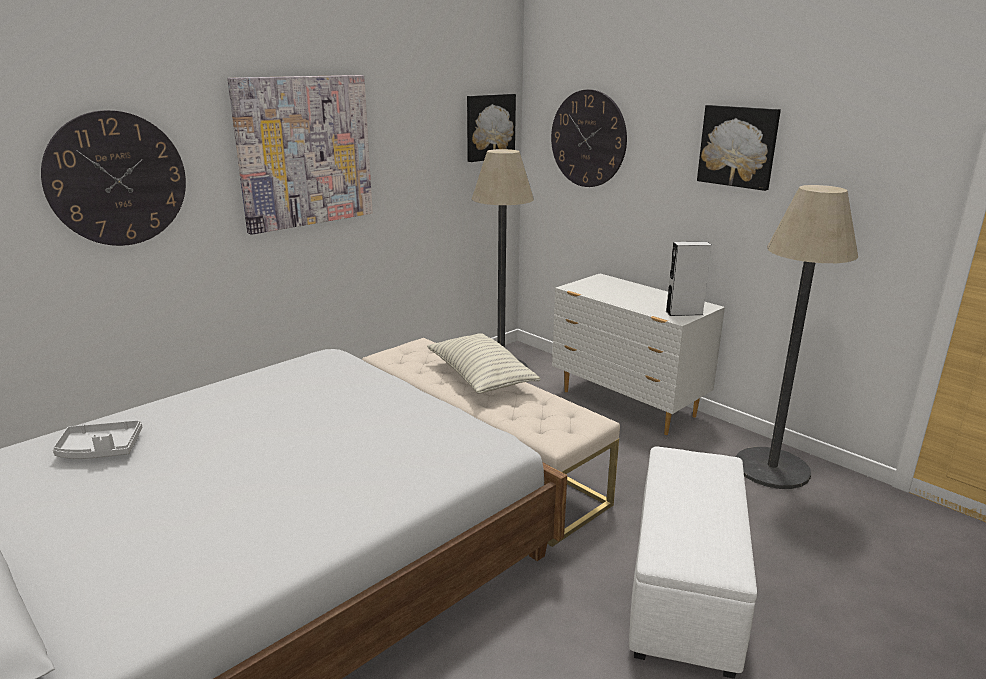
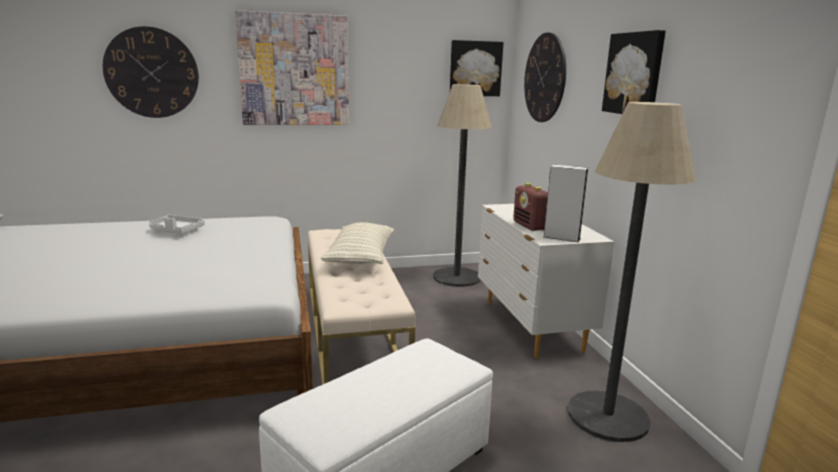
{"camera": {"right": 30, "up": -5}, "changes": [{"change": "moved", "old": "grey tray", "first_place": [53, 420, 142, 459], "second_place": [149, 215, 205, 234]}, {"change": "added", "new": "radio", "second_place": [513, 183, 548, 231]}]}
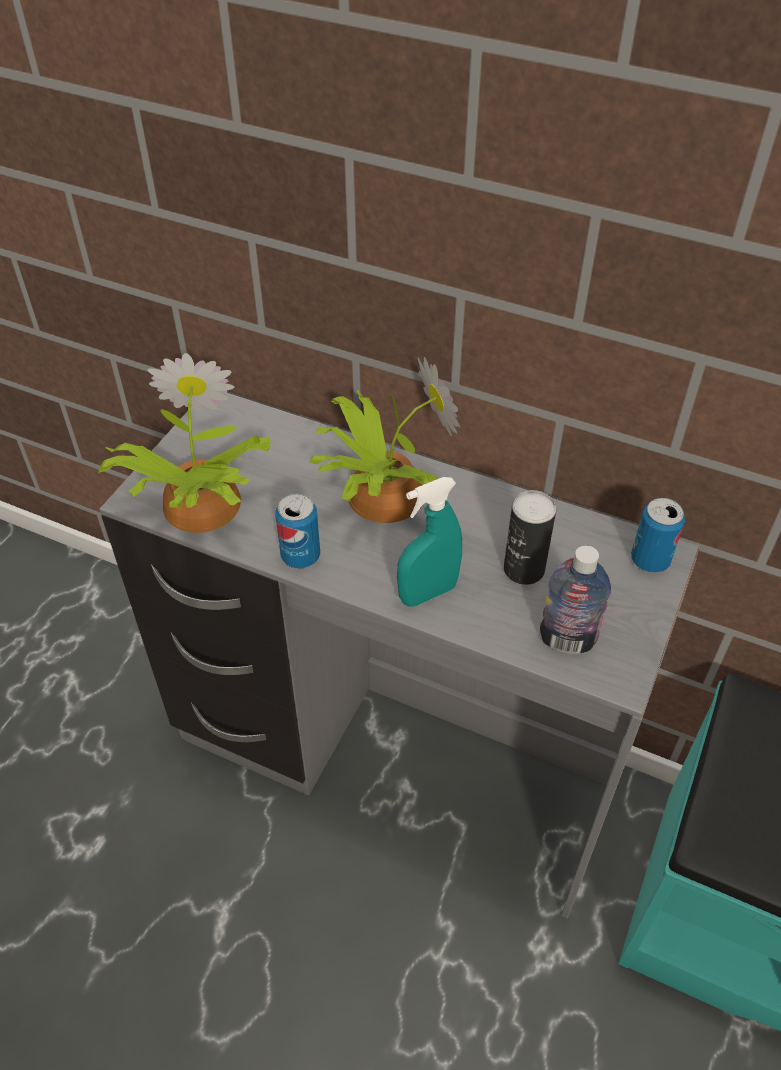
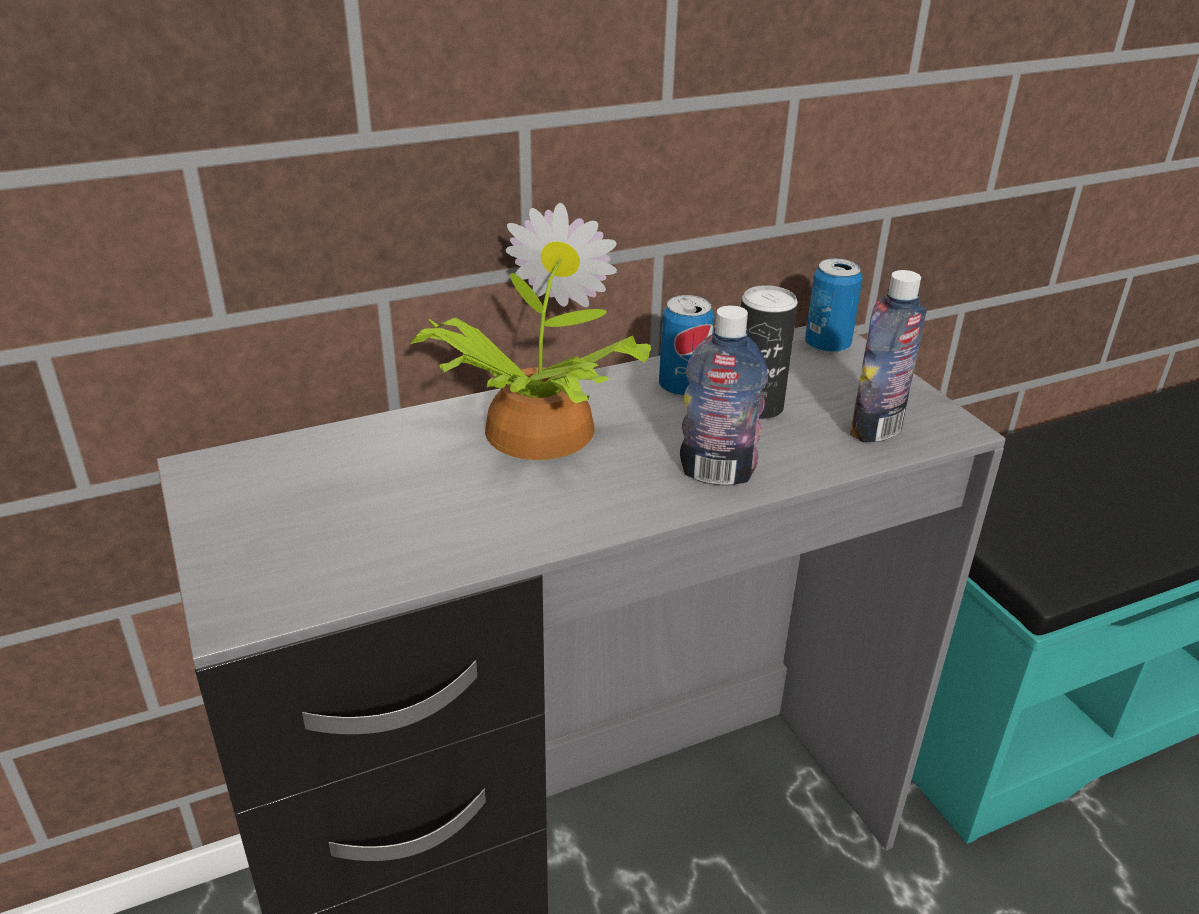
{"camera": {"right": -50, "up": -15}, "changes": [{"change": "removed", "old": "potted plant", "first_place": [98, 353, 271, 533]}, {"change": "replaced", "old": "turquoise spray bottle", "new": "bottle", "first_place": [397, 477, 462, 607], "second_place": [680, 305, 768, 485]}, {"change": "moved", "old": "can", "first_place": [275, 494, 320, 569], "second_place": [659, 295, 715, 398]}]}
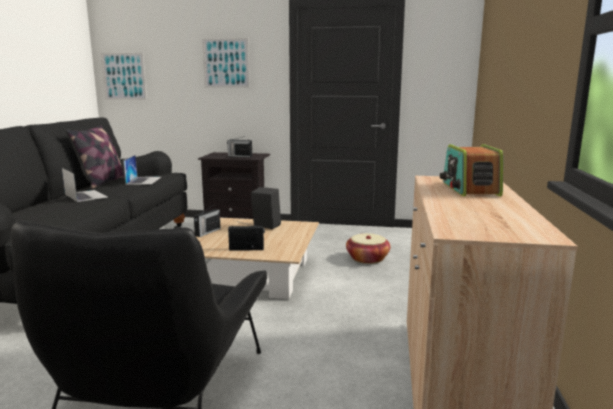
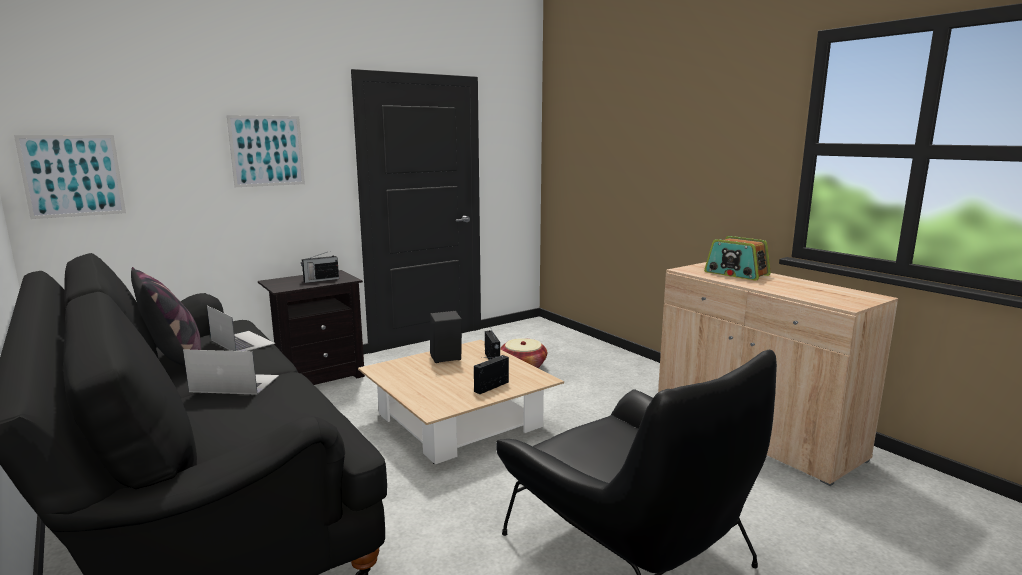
{"camera": {"right": -45, "up": 0}, "changes": [{"change": "moved", "old": "radio", "first_place": [194, 206, 221, 237], "second_place": [485, 327, 500, 360]}]}
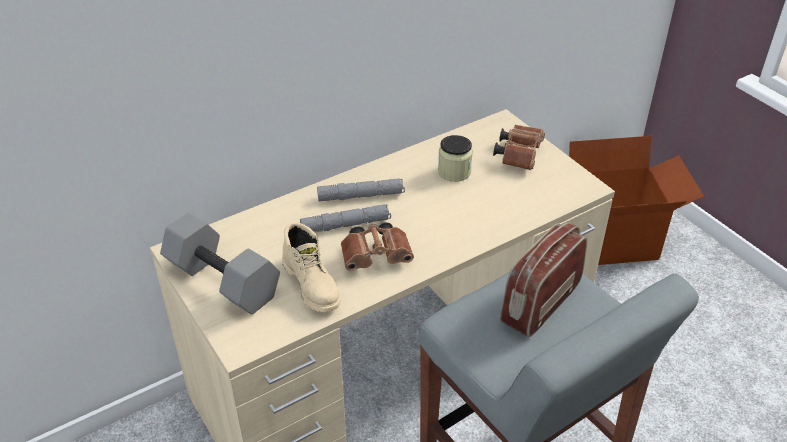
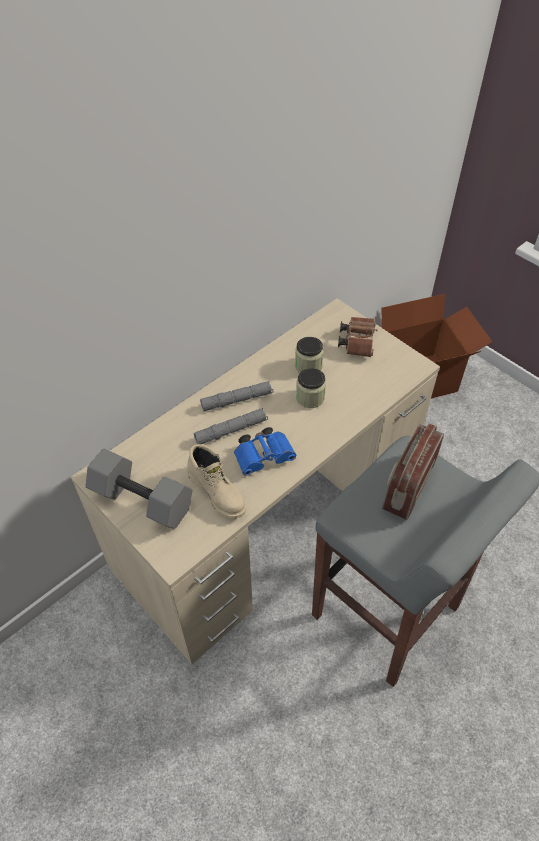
{"camera": {"right": -10, "up": 10}, "changes": [{"change": "recoloured", "old": "brown binoculars", "new": "blue binoculars", "first_place": [341, 223, 414, 271], "second_place": [234, 427, 296, 476]}, {"change": "added", "new": "jar", "second_place": [296, 368, 326, 408]}]}
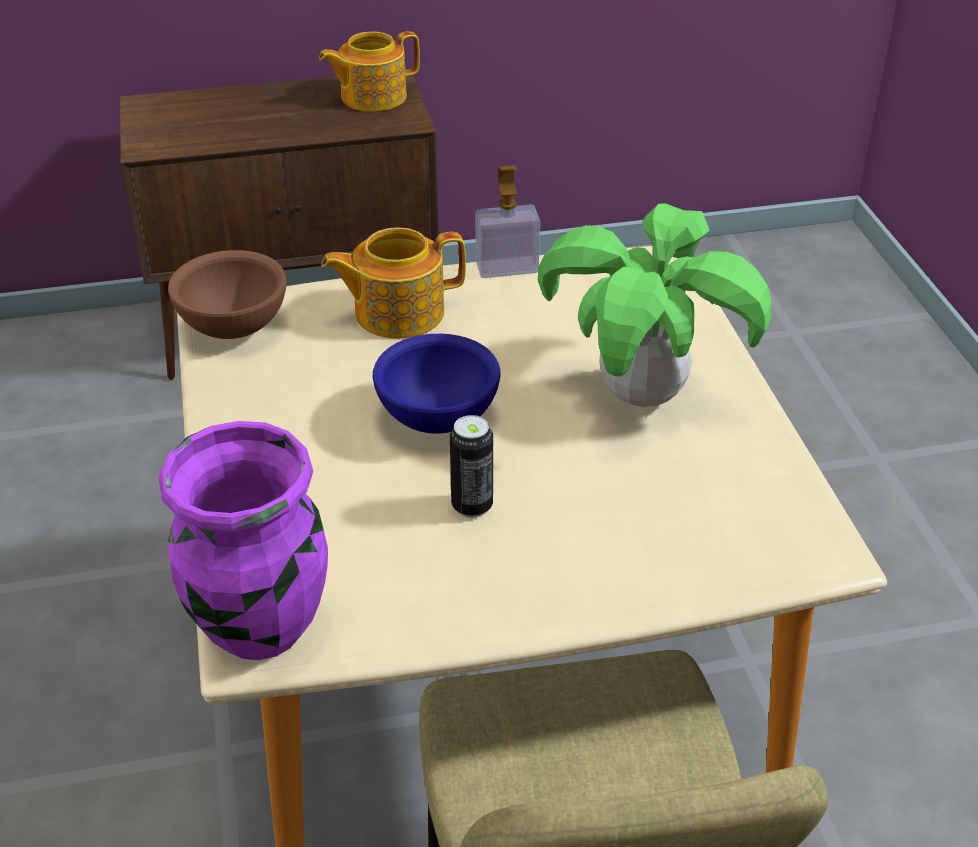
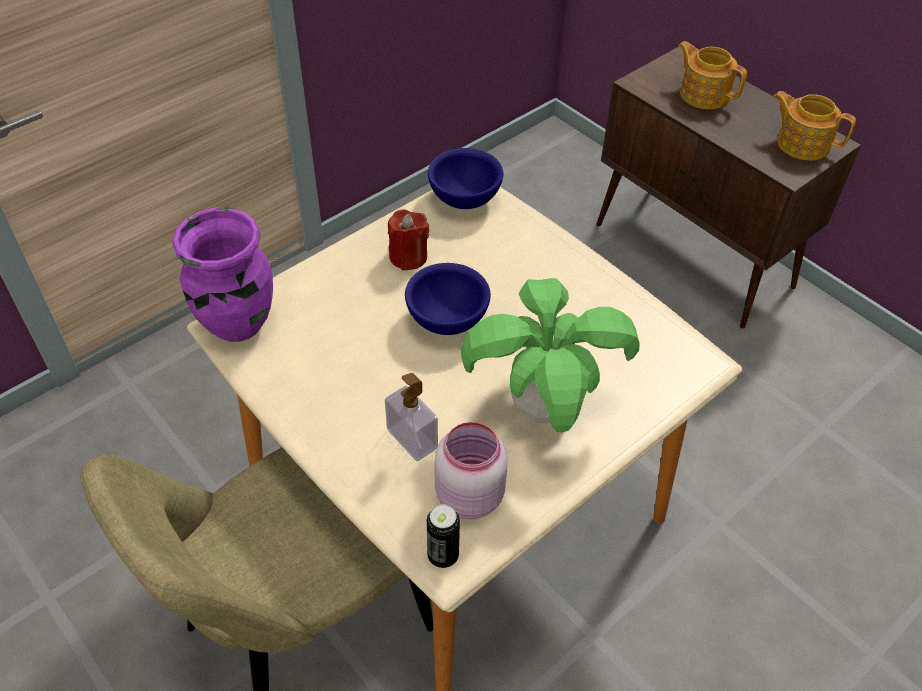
{"camera": {"right": 60, "up": 10}, "changes": [{"change": "moved", "old": "soap dispenser", "first_place": [475, 165, 540, 278], "second_place": [385, 373, 438, 461]}, {"change": "moved", "old": "teapot", "first_place": [321, 227, 466, 339], "second_place": [678, 41, 747, 109]}, {"change": "recoloured", "old": "brown bowl", "new": "blue bowl", "first_place": [168, 250, 286, 339], "second_place": [428, 148, 503, 209]}, {"change": "moved", "old": "can", "first_place": [450, 415, 493, 518], "second_place": [426, 504, 460, 568]}, {"change": "added", "new": "red candle", "second_place": [388, 209, 429, 270]}, {"change": "added", "new": "pink jar", "second_place": [434, 422, 508, 519]}]}
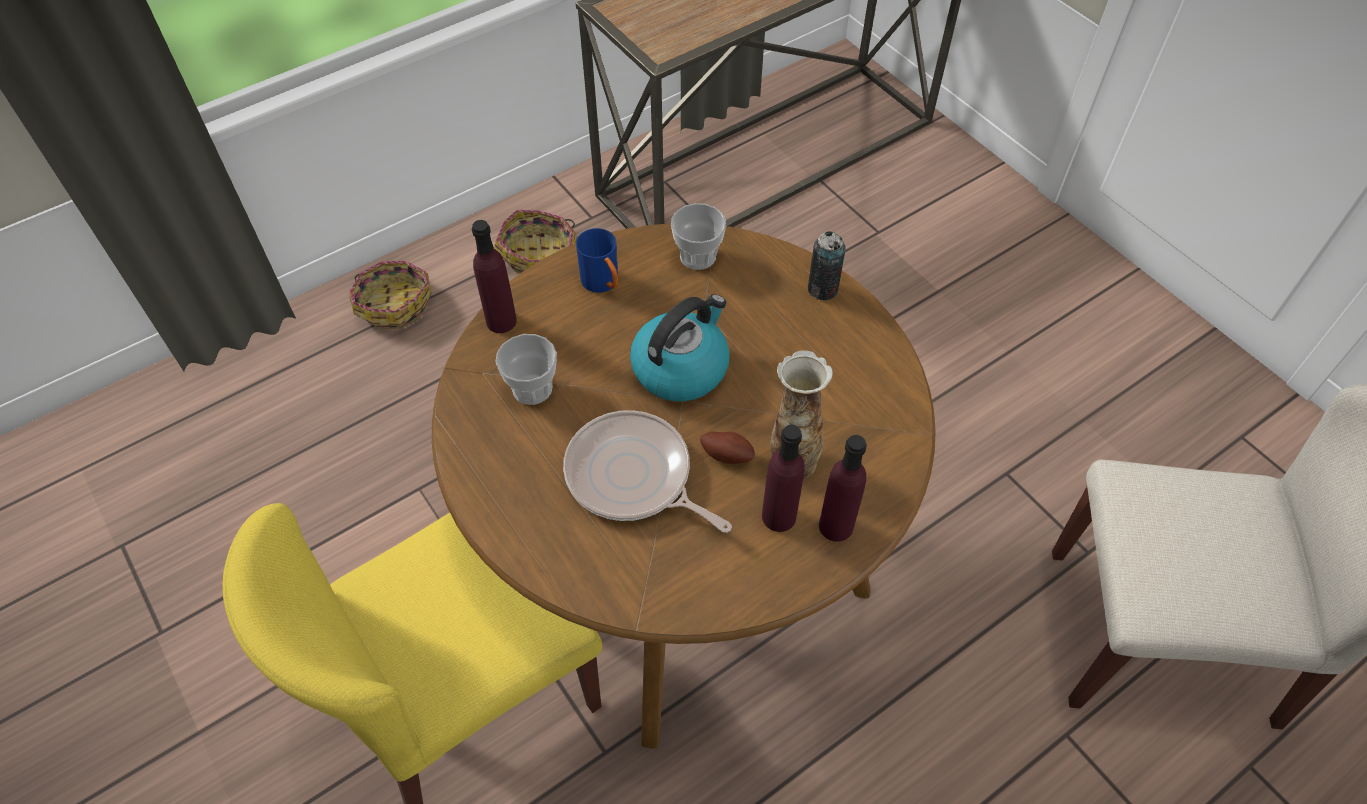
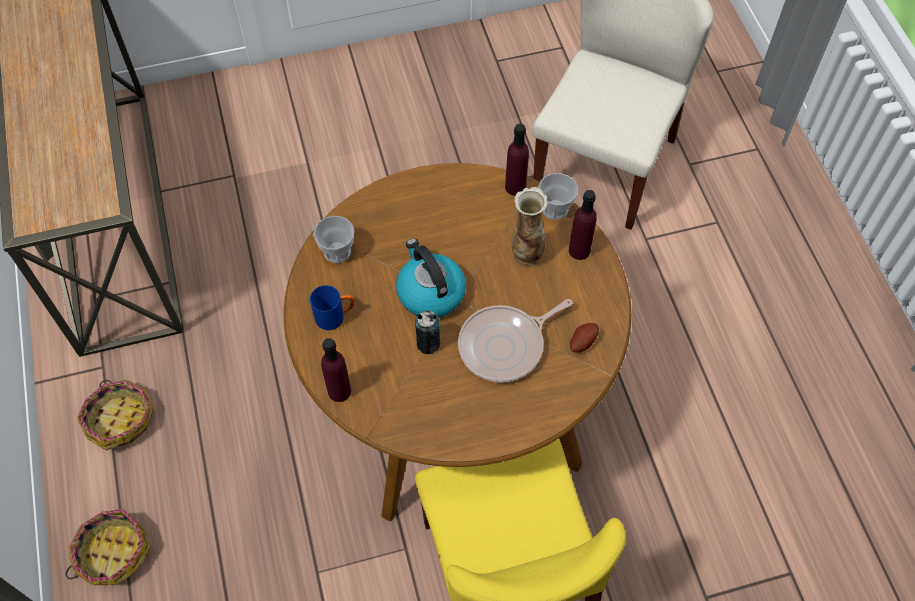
{"camera": {"right": -70, "up": 5}, "changes": [{"change": "moved", "old": "can", "first_place": [808, 231, 846, 300], "second_place": [415, 310, 440, 354]}, {"change": "moved", "old": "cup", "first_place": [495, 334, 557, 405], "second_place": [538, 173, 578, 220]}, {"change": "moved", "old": "purple bottle", "first_place": [762, 425, 804, 532], "second_place": [505, 124, 529, 196]}, {"change": "moved", "old": "potato", "first_place": [700, 431, 755, 464], "second_place": [570, 323, 599, 353]}]}
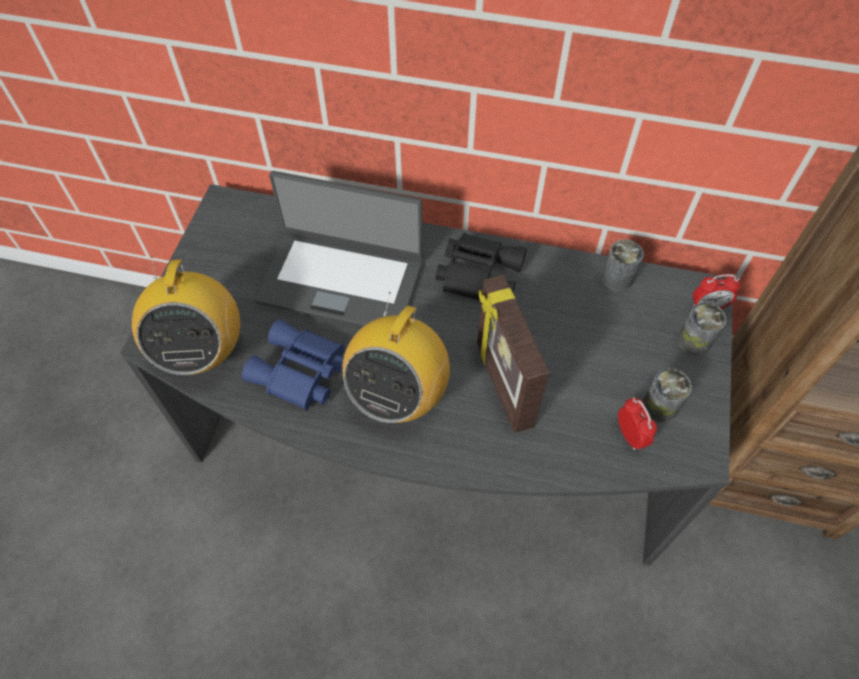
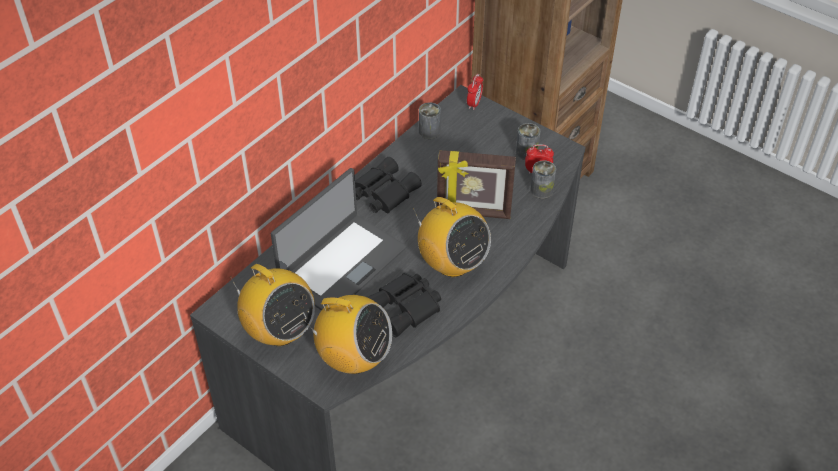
{"camera": {"right": -65, "up": -10}, "changes": [{"change": "moved", "old": "can", "first_place": [677, 303, 726, 356], "second_place": [530, 160, 556, 199]}, {"change": "recoloured", "old": "blue binoculars", "new": "black binoculars", "first_place": [242, 319, 344, 411], "second_place": [367, 273, 441, 337]}, {"change": "added", "new": "radio", "second_place": [230, 264, 315, 346]}]}
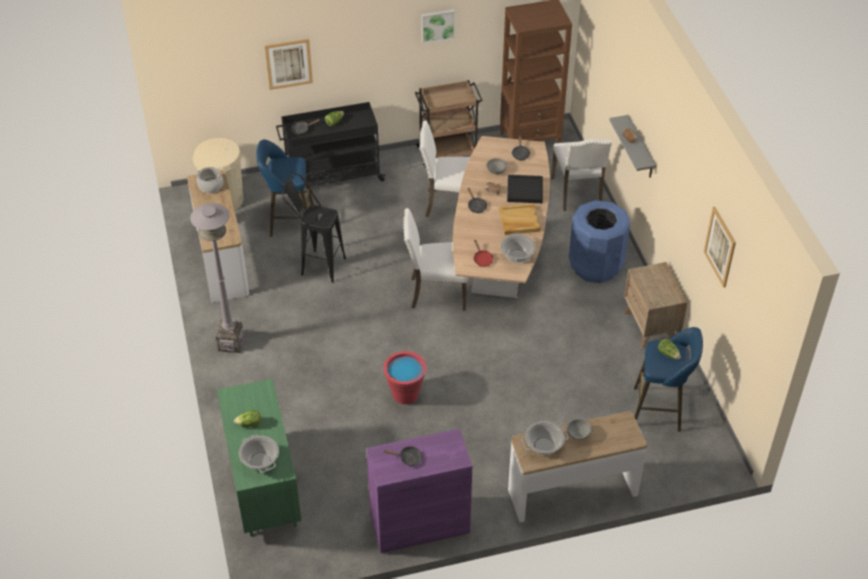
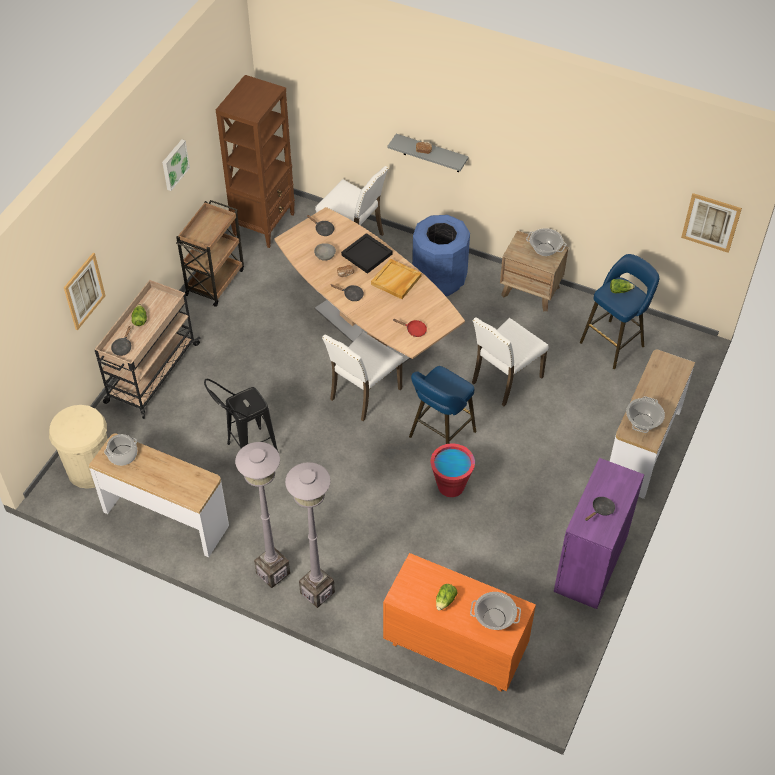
{"camera": {"right": -50, "up": 5}, "changes": [{"change": "recoloured", "old": "black cart", "new": "beige cart", "first_place": [276, 102, 386, 187], "second_place": [94, 280, 201, 419]}, {"change": "moved", "old": "white chair", "first_place": [419, 120, 470, 217], "second_place": [472, 317, 549, 406]}, {"change": "moved", "old": "blue stool", "first_place": [256, 139, 314, 237], "second_place": [409, 366, 476, 444]}, {"change": "moved", "old": "picture", "first_place": [704, 206, 736, 288], "second_place": [681, 193, 742, 253]}, {"change": "moved", "old": "cooking pot", "first_place": [501, 233, 536, 263], "second_place": [526, 228, 566, 256]}, {"change": "recoloured", "old": "green dresser", "new": "orange dresser", "first_place": [217, 379, 302, 537], "second_place": [383, 553, 536, 692]}, {"change": "removed", "old": "grey bowl", "first_place": [567, 419, 592, 440]}, {"change": "added", "new": "grey floor lamp", "second_place": [285, 462, 335, 608]}]}
